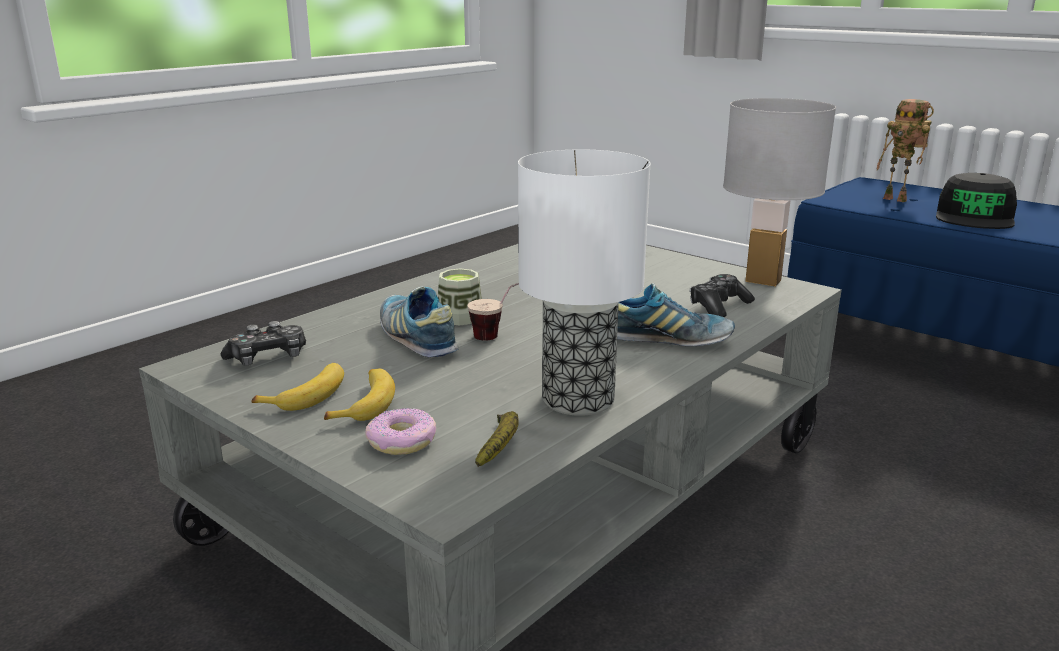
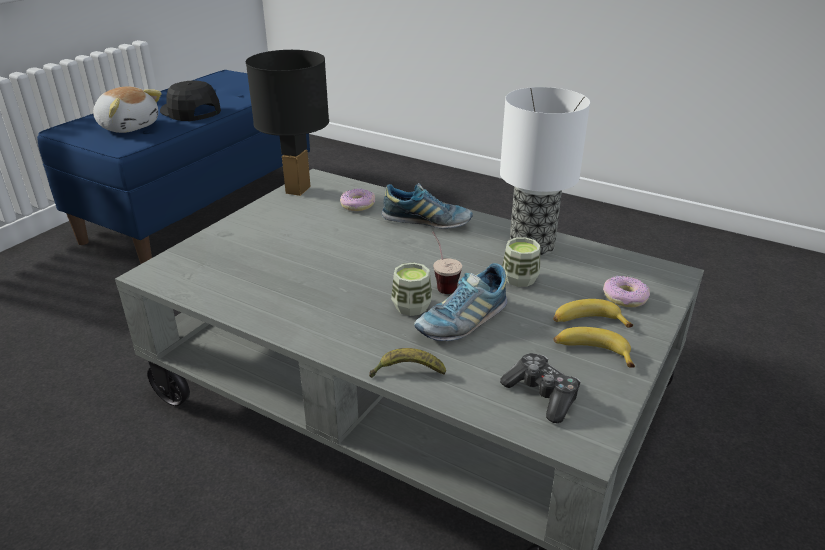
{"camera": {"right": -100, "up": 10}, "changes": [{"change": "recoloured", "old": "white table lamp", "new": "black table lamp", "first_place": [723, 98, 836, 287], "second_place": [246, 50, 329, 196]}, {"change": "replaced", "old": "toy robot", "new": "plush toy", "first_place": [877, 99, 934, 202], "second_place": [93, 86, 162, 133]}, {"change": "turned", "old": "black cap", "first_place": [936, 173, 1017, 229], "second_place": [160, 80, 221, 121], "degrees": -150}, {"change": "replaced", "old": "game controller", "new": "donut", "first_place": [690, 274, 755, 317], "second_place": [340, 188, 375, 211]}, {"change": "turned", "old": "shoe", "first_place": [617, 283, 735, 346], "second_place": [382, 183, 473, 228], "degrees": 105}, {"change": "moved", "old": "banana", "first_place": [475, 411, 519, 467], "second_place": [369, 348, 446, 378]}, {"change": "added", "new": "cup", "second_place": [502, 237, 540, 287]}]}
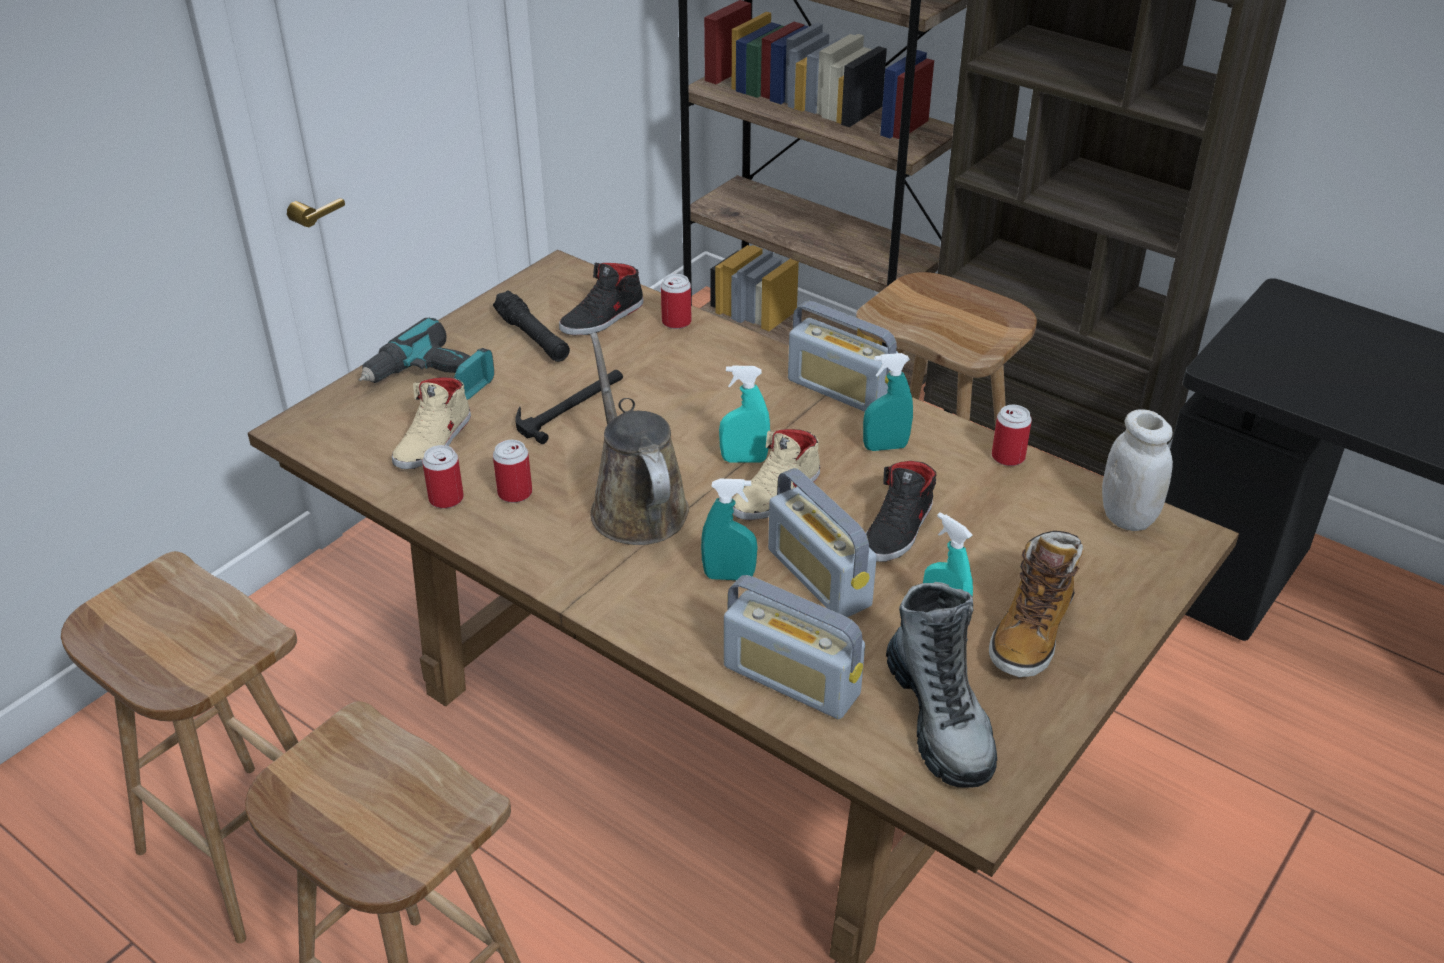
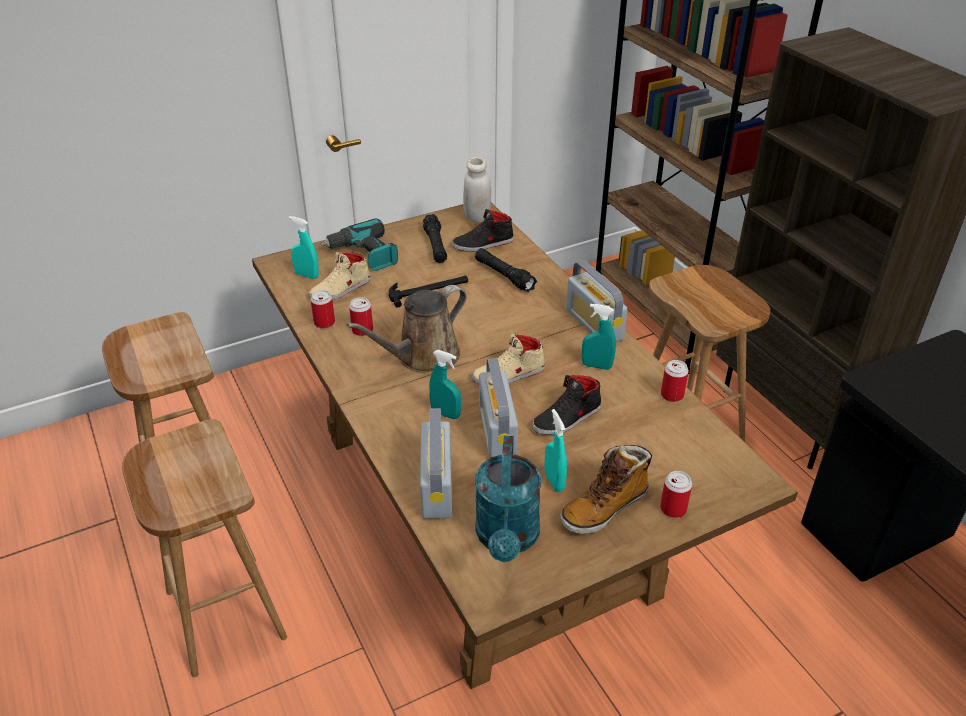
{"camera": {"right": 25, "up": 0}, "changes": [{"change": "moved", "old": "can", "first_place": [661, 274, 691, 329], "second_place": [660, 471, 692, 518]}, {"change": "turned", "old": "brown watering can", "first_place": [590, 332, 689, 545], "second_place": [347, 285, 467, 373], "degrees": -135}, {"change": "moved", "old": "turquoise spray bottle", "first_place": [719, 366, 770, 463], "second_place": [289, 216, 319, 279]}, {"change": "moved", "old": "white jar", "first_place": [1102, 409, 1173, 531], "second_place": [463, 157, 491, 222]}, {"change": "turned", "old": "radio", "first_place": [724, 575, 865, 719], "second_place": [420, 408, 452, 519], "degrees": -150}, {"change": "replaced", "old": "boot", "new": "turquoise watering can", "first_place": [886, 582, 997, 788], "second_place": [475, 436, 541, 562]}, {"change": "added", "new": "black flashlight", "second_place": [475, 248, 537, 292]}]}
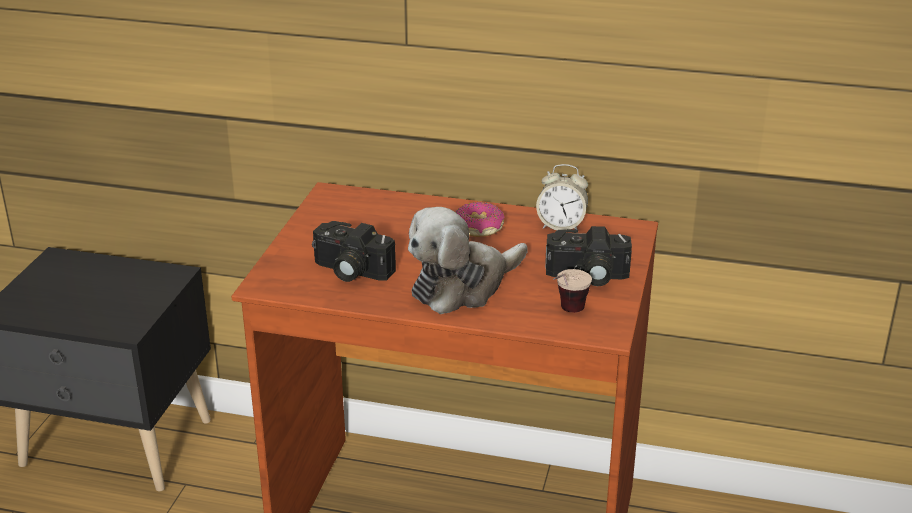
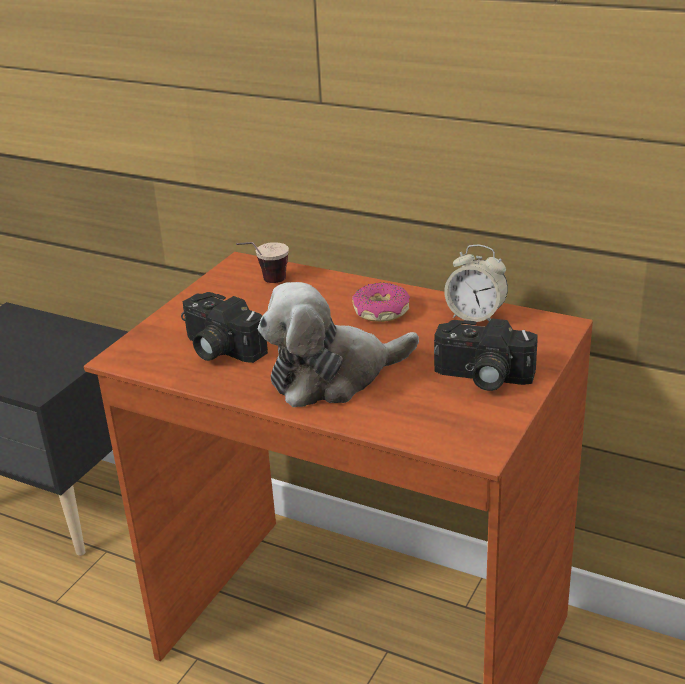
{"camera": {"right": 15, "up": 0}, "changes": [{"change": "moved", "old": "cup", "first_place": [553, 269, 592, 313], "second_place": [236, 242, 289, 283]}]}
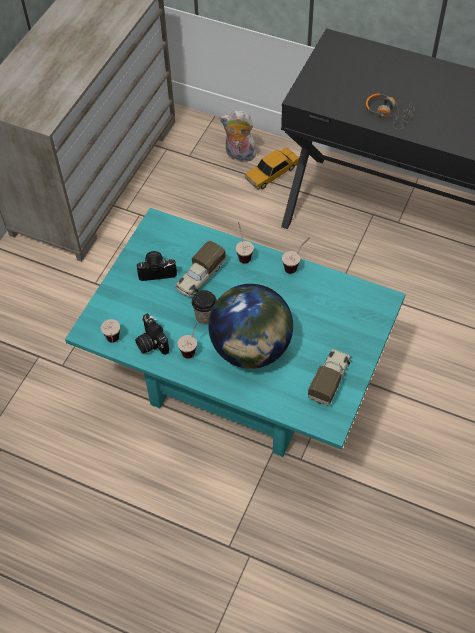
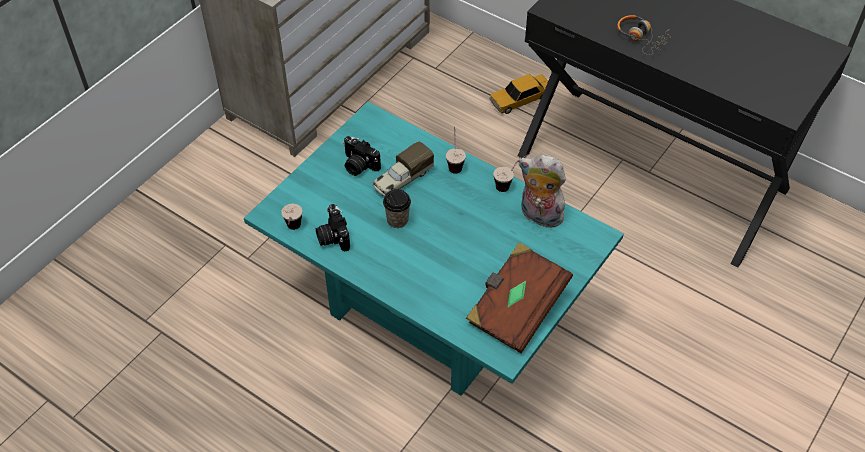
{"camera": {"right": 10, "up": -5}, "changes": [{"change": "moved", "old": "plush toy", "first_place": [220, 110, 256, 164], "second_place": [518, 155, 566, 228]}, {"change": "turned", "old": "photo camera", "first_place": [136, 251, 177, 281], "second_place": [343, 136, 381, 176], "degrees": -150}, {"change": "removed", "old": "globe", "first_place": [208, 284, 293, 369]}, {"change": "removed", "old": "cup", "first_place": [177, 317, 201, 359]}, {"change": "replaced", "old": "toy truck", "new": "brown book", "first_place": [308, 348, 351, 406], "second_place": [466, 242, 573, 353]}]}
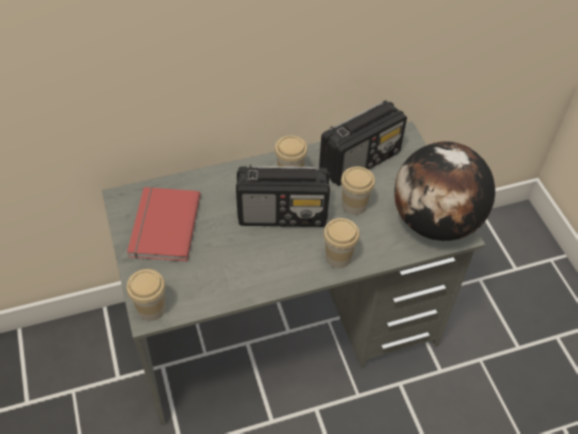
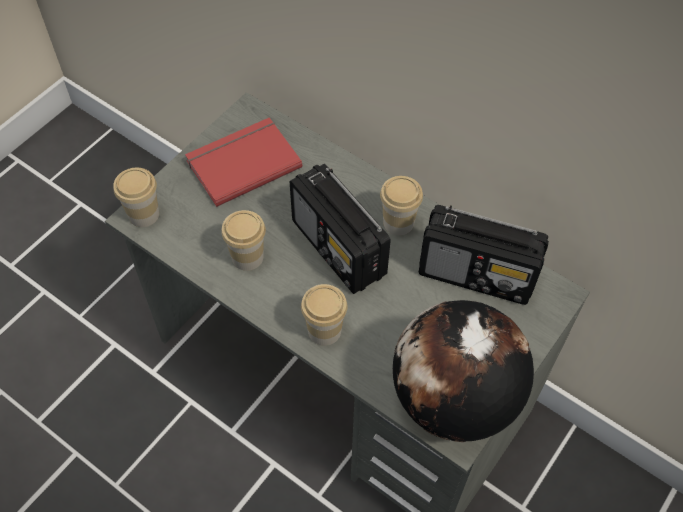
{"camera": {"right": 55, "up": 5}, "changes": [{"change": "moved", "old": "cup", "first_place": [341, 166, 375, 215], "second_place": [221, 210, 266, 271]}]}
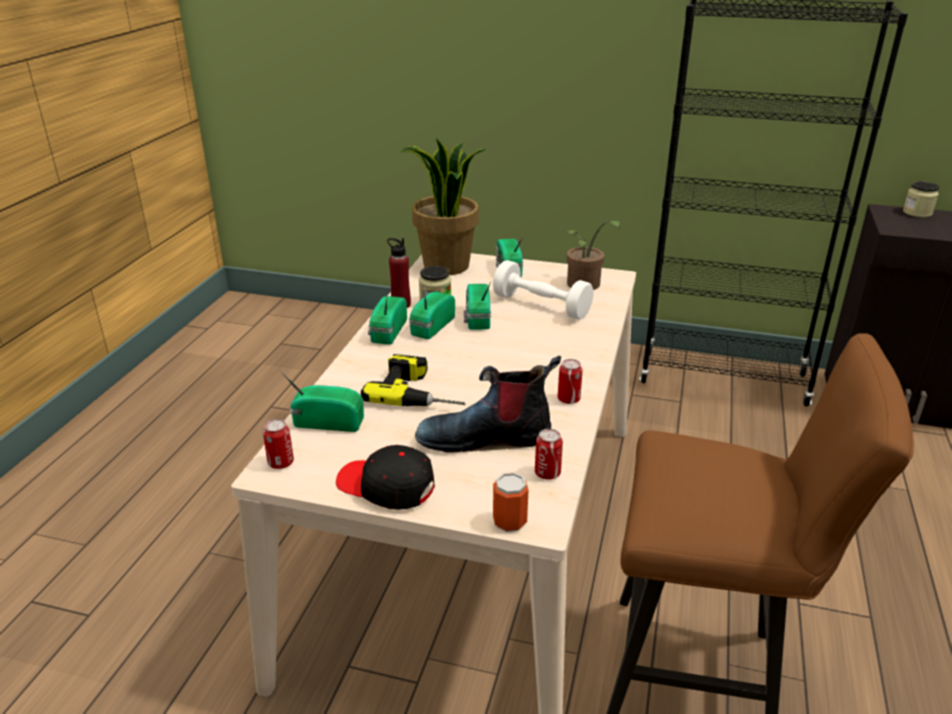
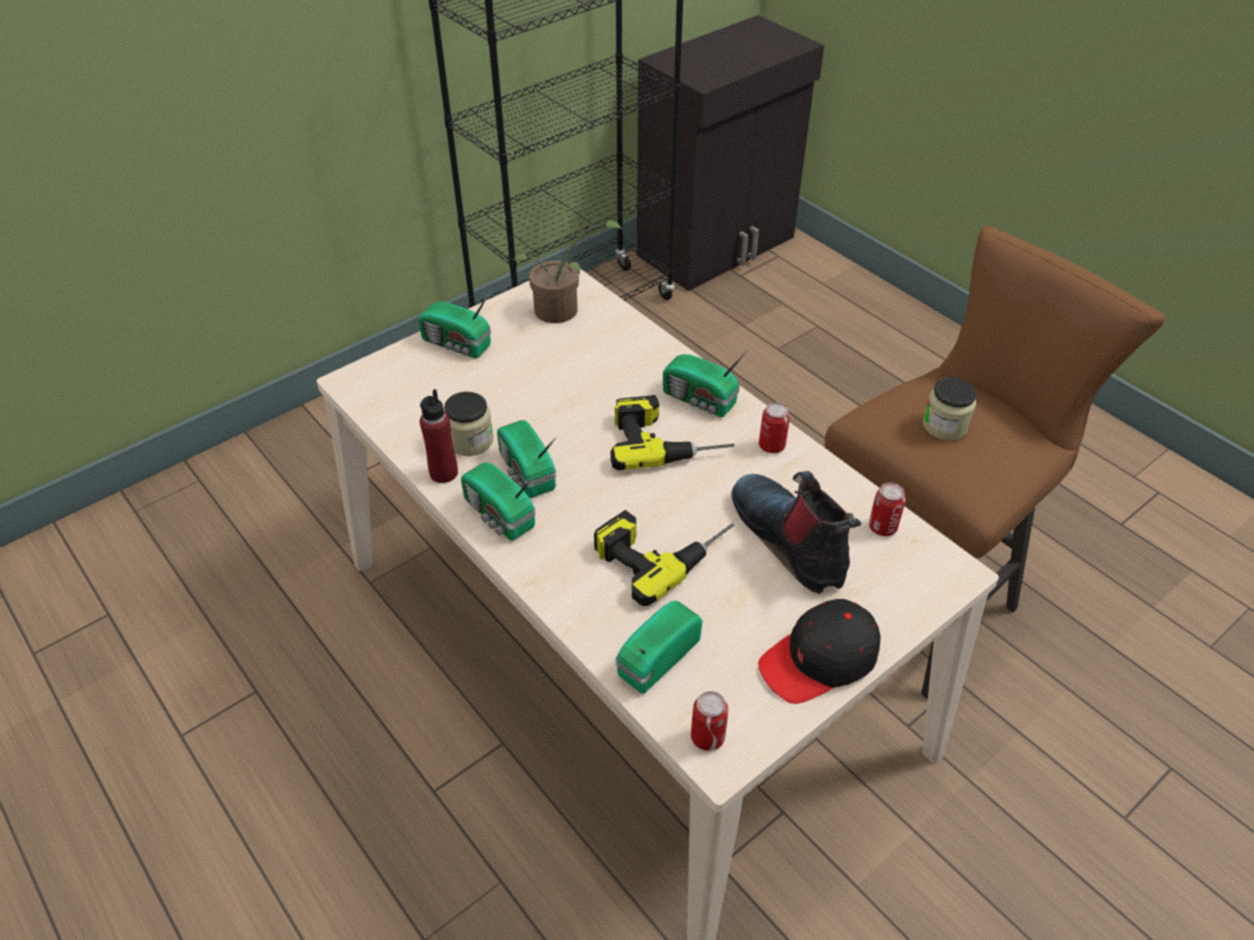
{"camera": {"right": -55, "up": 15}, "changes": [{"change": "removed", "old": "potted plant", "first_place": [399, 138, 486, 275]}, {"change": "moved", "old": "jar", "first_place": [903, 181, 939, 217], "second_place": [923, 377, 976, 440]}, {"change": "removed", "old": "white dumbbell", "first_place": [493, 260, 593, 320]}, {"change": "moved", "old": "radio", "first_place": [464, 282, 491, 330], "second_place": [663, 349, 749, 417]}, {"change": "turned", "old": "boot", "first_place": [415, 356, 561, 453], "second_place": [732, 471, 861, 594], "degrees": 120}, {"change": "removed", "old": "can", "first_place": [493, 472, 529, 532]}, {"change": "added", "new": "power drill", "second_place": [610, 395, 735, 470]}]}
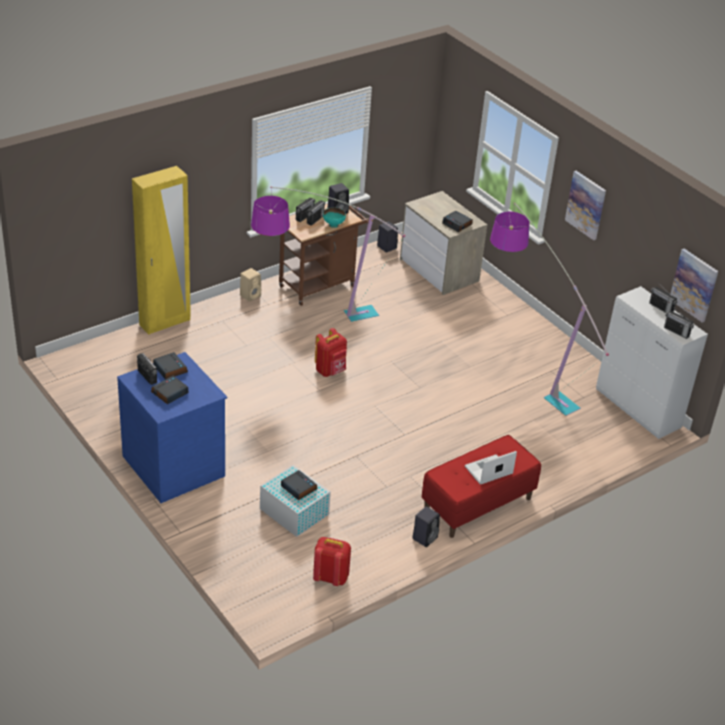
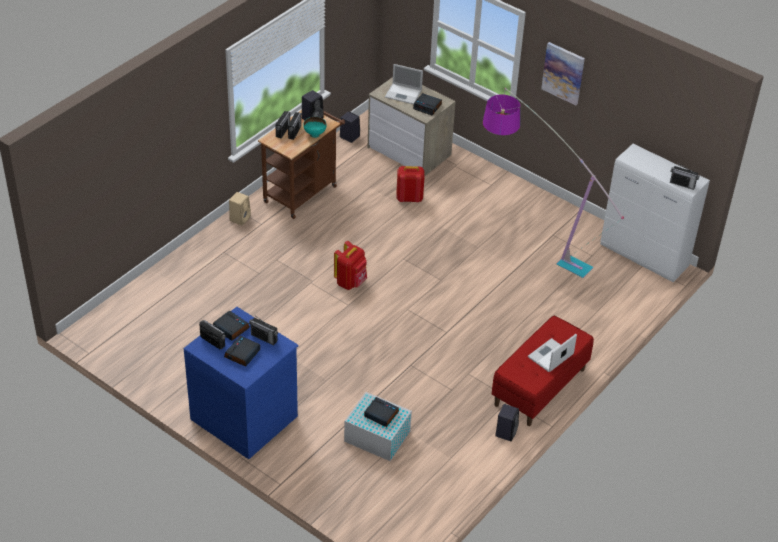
{"camera": {"right": -15, "up": 5}, "changes": [{"change": "removed", "old": "yellow wardrobe", "first_place": [132, 166, 191, 335]}, {"change": "removed", "old": "floor lamp", "first_place": [251, 187, 405, 322]}, {"change": "removed", "old": "picture", "first_place": [670, 249, 718, 323]}, {"change": "moved", "old": "radio", "first_place": [649, 284, 677, 313], "second_place": [249, 316, 278, 345]}, {"change": "moved", "old": "red backpack", "first_place": [313, 537, 351, 586], "second_place": [396, 166, 425, 202]}, {"change": "added", "new": "laptop", "second_place": [385, 64, 423, 104]}]}
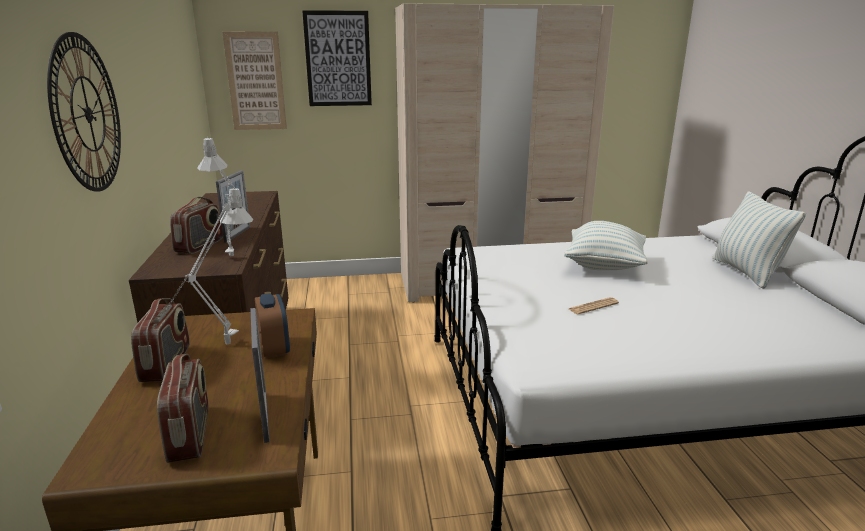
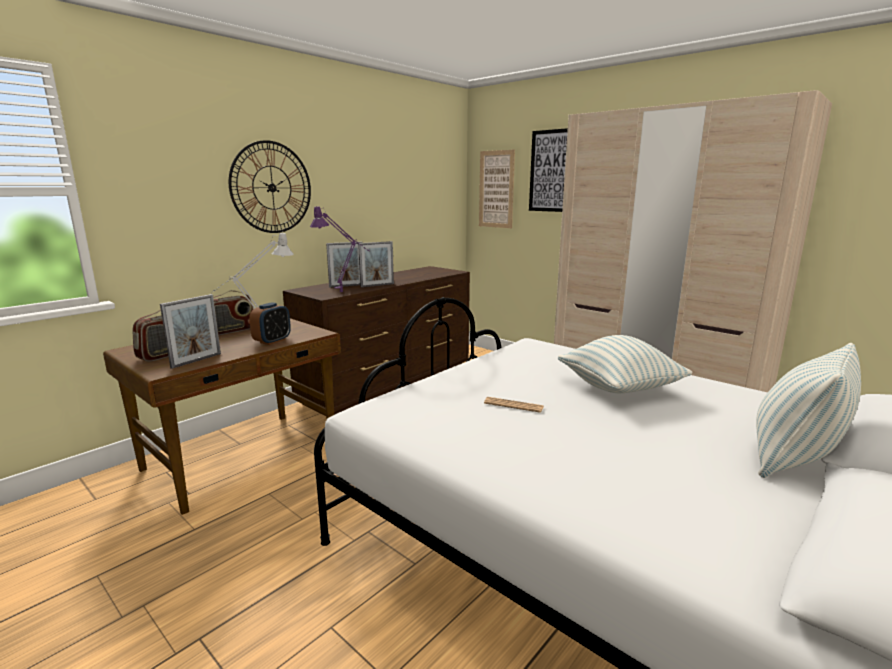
{"camera": {"right": 50, "up": -5}, "changes": [{"change": "recoloured", "old": "grey table lamp", "new": "purple table lamp", "first_place": [197, 136, 234, 257], "second_place": [310, 206, 370, 292]}, {"change": "replaced", "old": "radio", "new": "picture frame", "first_place": [170, 197, 223, 254], "second_place": [326, 242, 363, 288]}]}
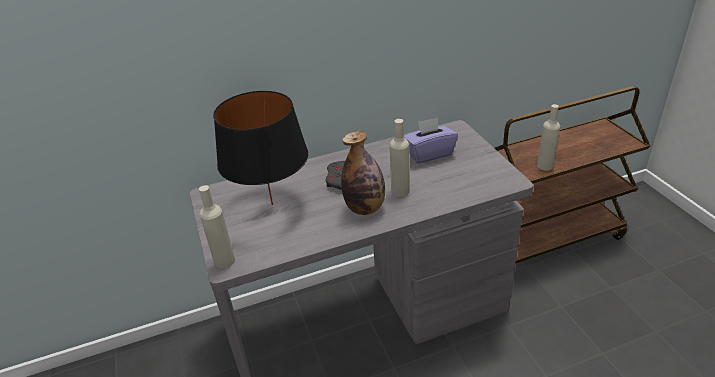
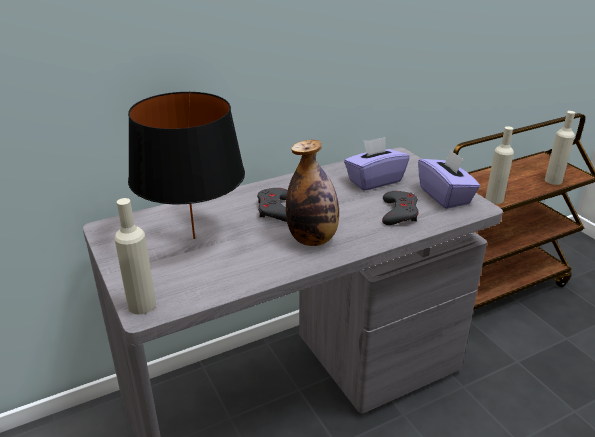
{"camera": {"right": -10, "up": -5}, "changes": [{"change": "moved", "old": "beige bottle", "first_place": [390, 119, 410, 197], "second_place": [545, 111, 575, 185]}, {"change": "added", "new": "purple tissue box", "second_place": [418, 149, 480, 209]}, {"change": "added", "new": "grey game controller", "second_place": [382, 191, 419, 225]}]}
